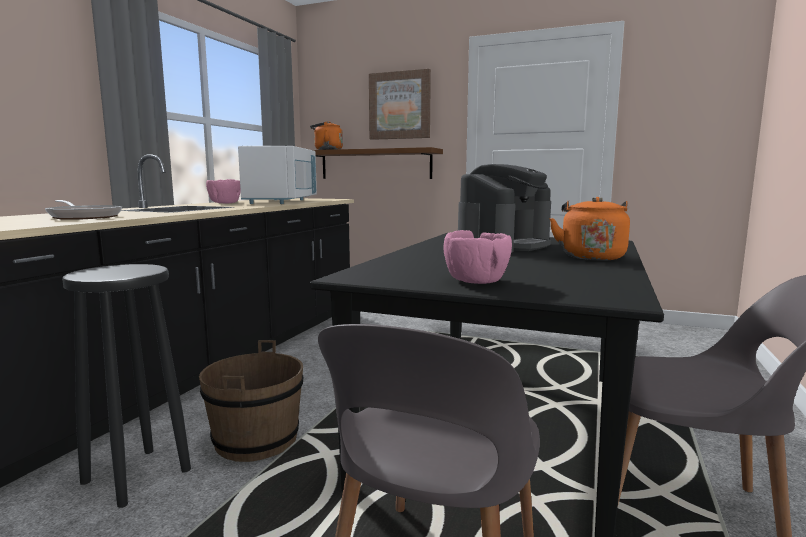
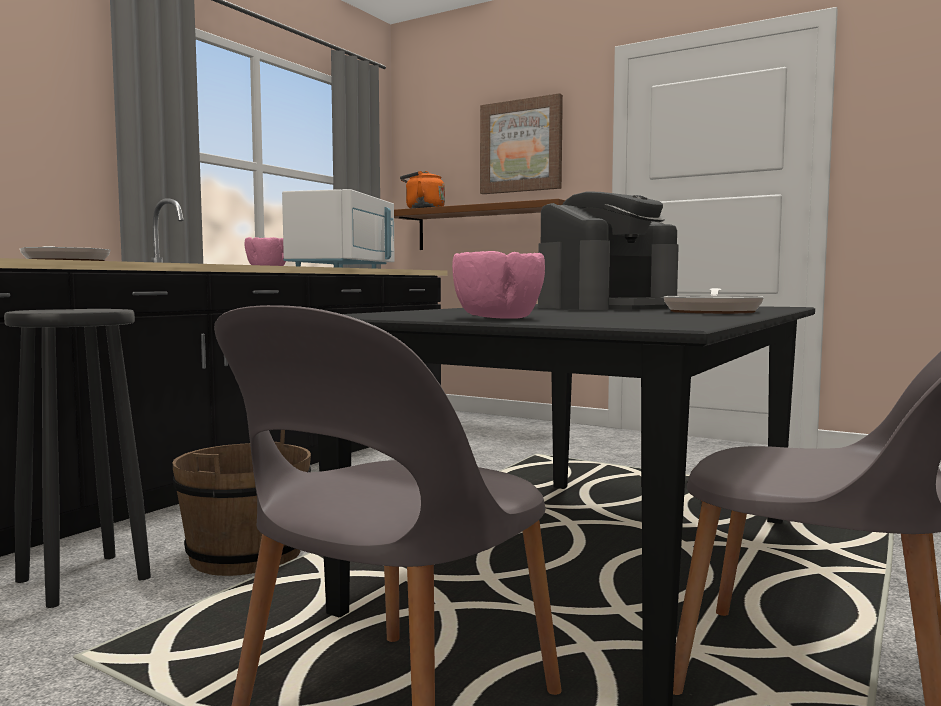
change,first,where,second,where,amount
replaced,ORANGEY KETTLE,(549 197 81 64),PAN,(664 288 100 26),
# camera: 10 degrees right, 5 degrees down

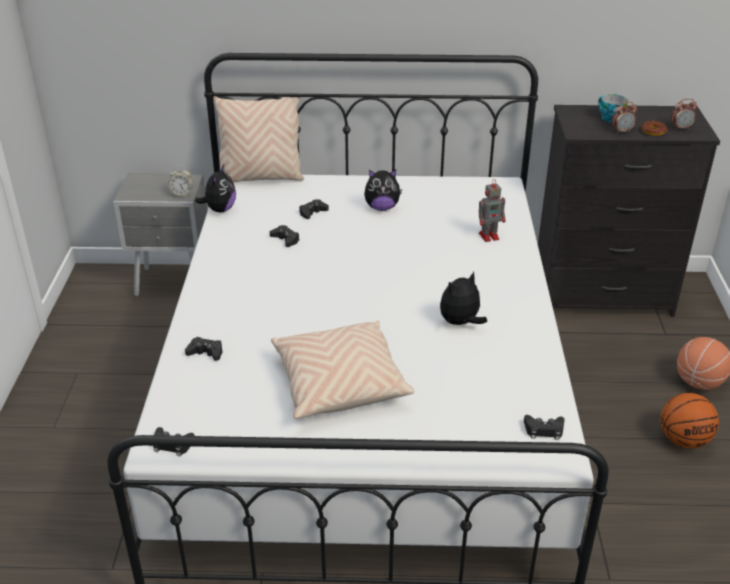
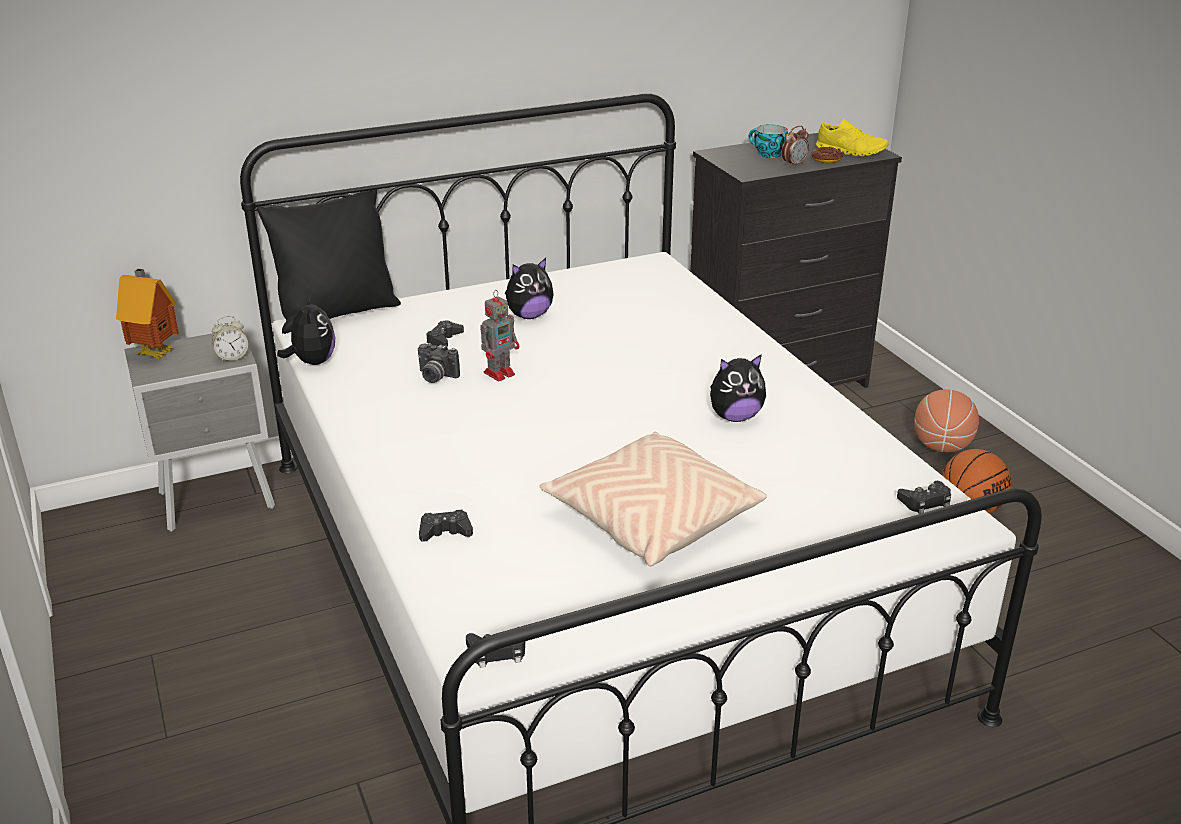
change,first,where,second,where,amount
added,,,MODEL HOUSE,(116 269 63 90),
recoloured,BEIGE-COLOURED CUSHION,(213 96 91 87),BLACKISH CUSHION,(257 189 144 145),
replaced,BLACKISH GAMEPAD,(270 225 30 22),STILL CAMERA,(418 343 42 40),
moved,MODEL ROBOT,(479 179 27 63),,(480 290 39 91),
turned,PLUSH TOY,(440 272 47 53),,(710 354 56 68),135 degrees counterclockwise
replaced,TABLE CLOCK,(671 99 27 31),YELLOW ITEM OF FOOTWEAR,(816 119 73 38),
# camera: 25 degrees left, 5 degrees down

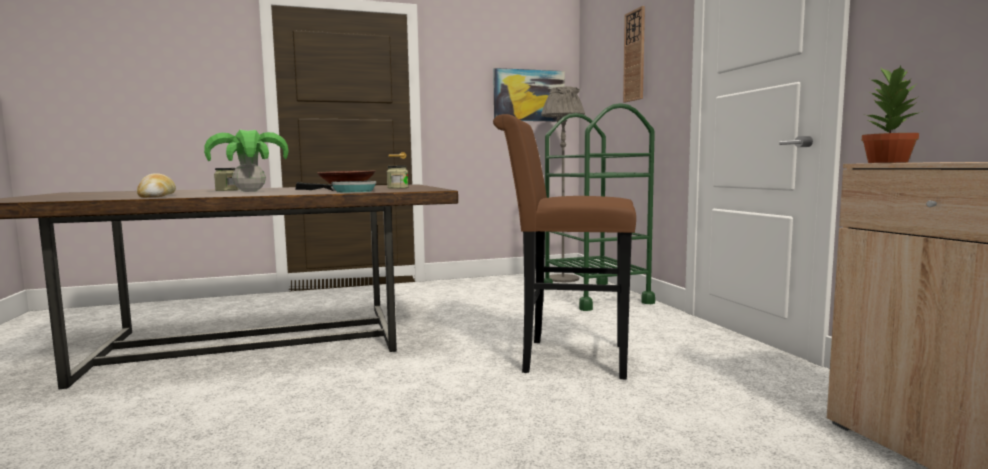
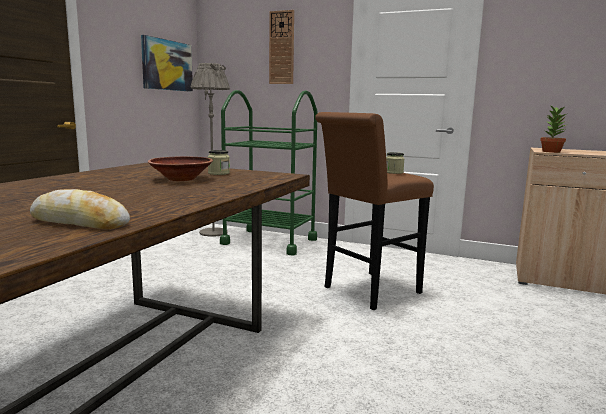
change,first,where,second,where,amount
moved,STORAGE JAR,(214 168 24 23),,(386 152 19 22),
removed,HOUSEPLANT,(204 130 85 62),,,
removed,PAN,(296 181 80 11),,,
# camera: 50 degrees left, 5 degrees up

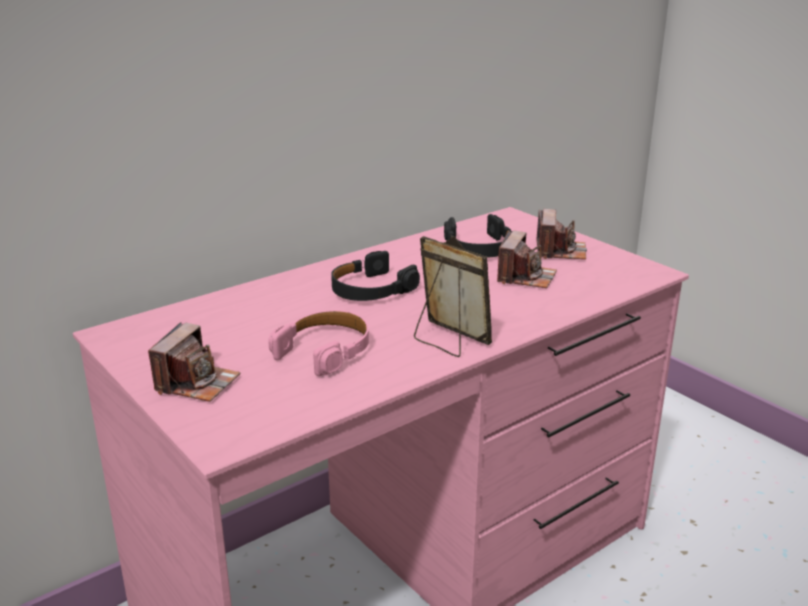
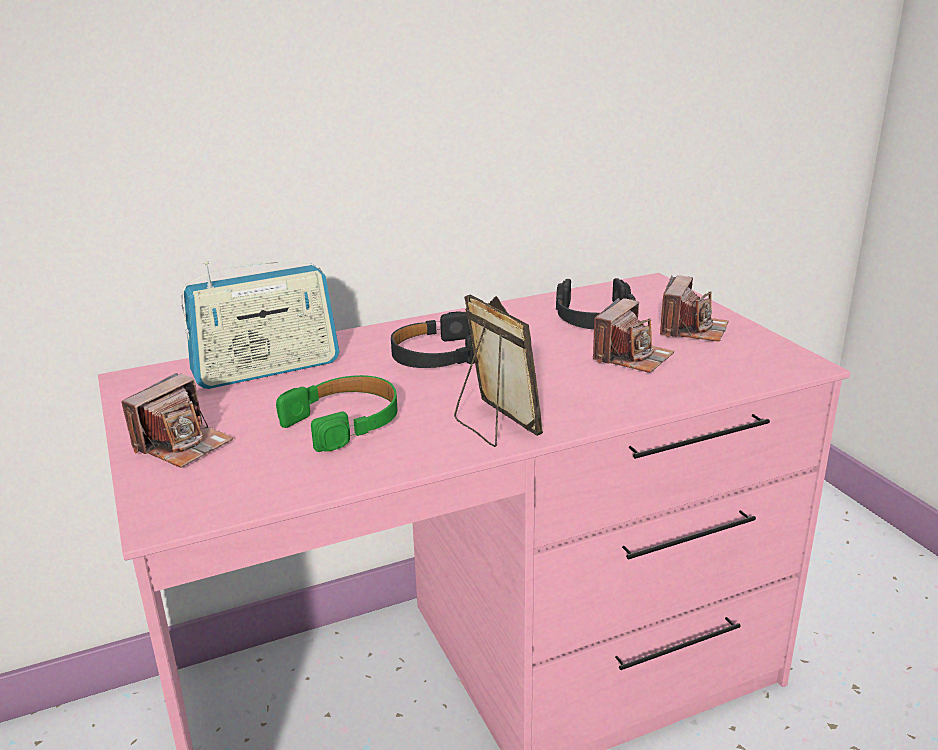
change,first,where,second,where,amount
added,,,RADIO SET,(181 261 159 128),
recoloured,PINKISH HEADSET,(268 310 101 66),GREEN-COLOURED HEADSET,(276 375 122 77),
# camera: 15 degrees right, 0 degrees up

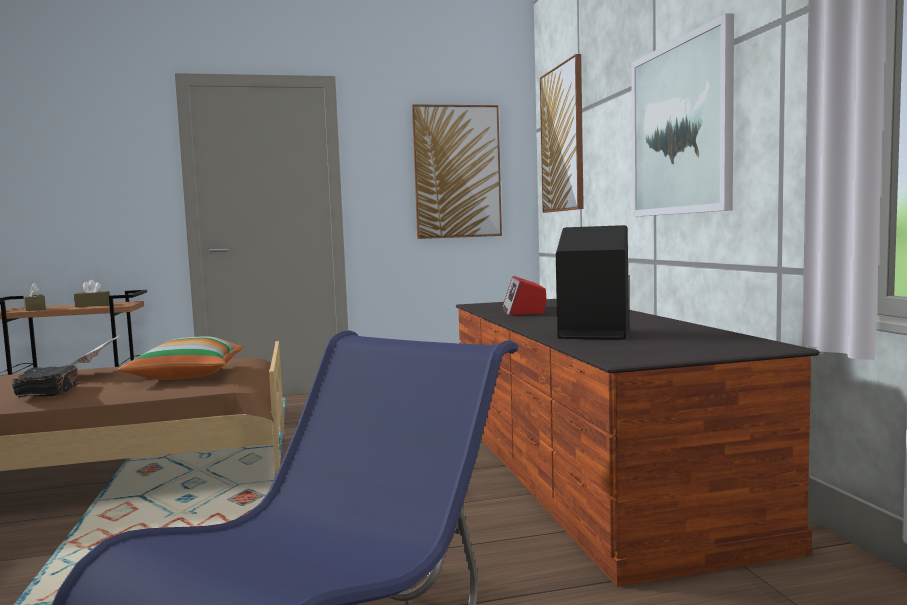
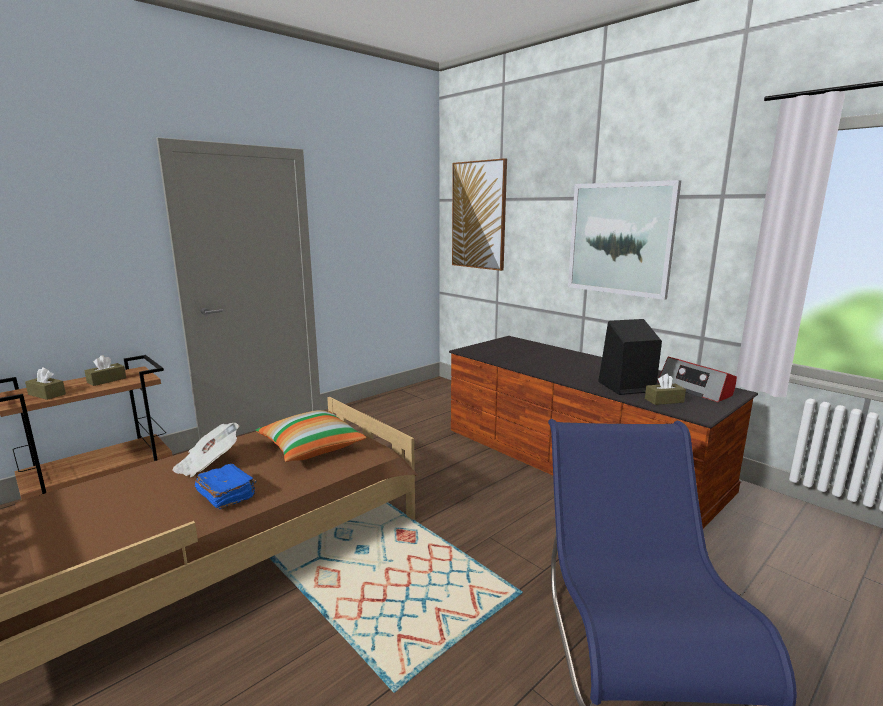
change,first,where,second,where,amount
recoloured,BLACKISH VOLUME,(12 365 67 33),BLUE-COLOURED VOLUME,(195 464 61 45),
added,,,BROWN-COLOURED BOX OF TISSUES,(645 374 41 31),
moved,RADIO SET,(502 276 44 39),,(657 357 80 45),
removed,PICTURE,(412 104 90 135),,,
# camera: 30 degrees left, 10 degrees up

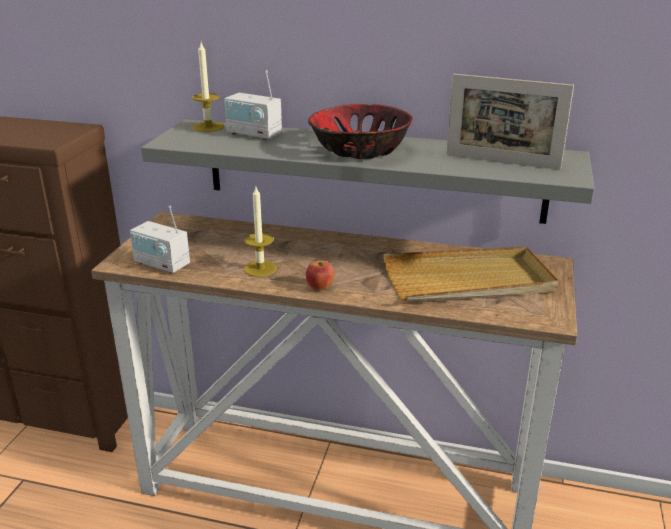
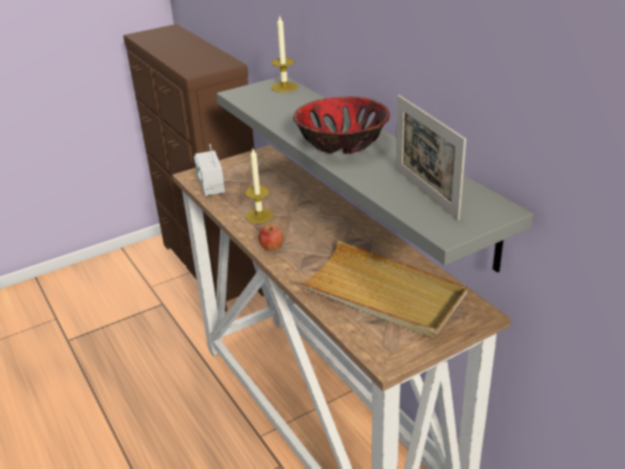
change,first,where,second,where,amount
removed,RADIO SET,(224 70 58 70),,,
# camera: 45 degrees right, 5 degrees up

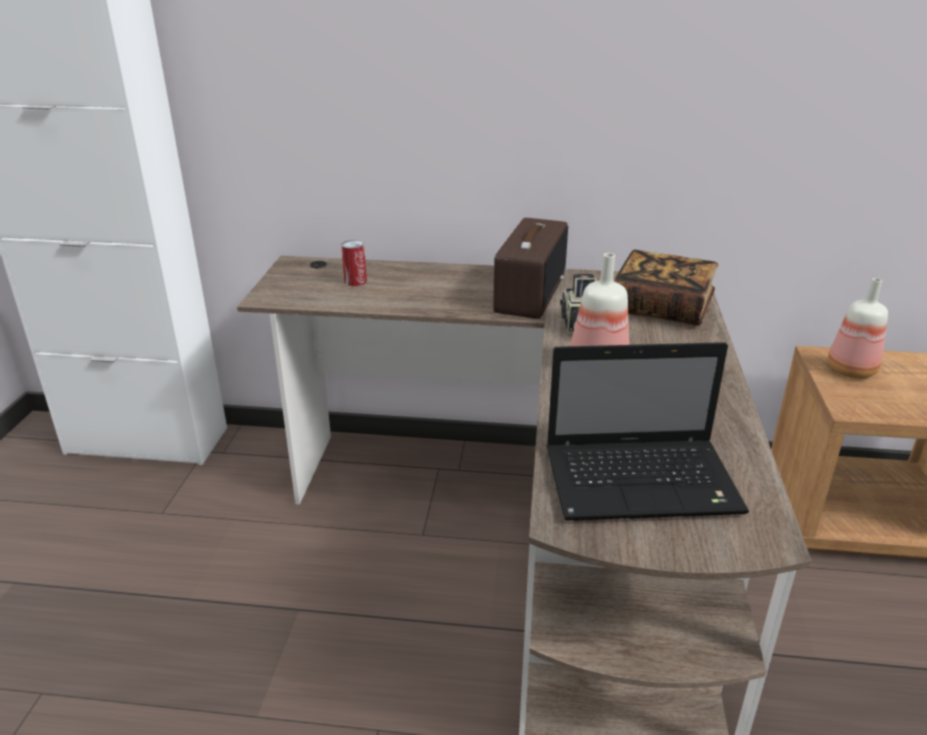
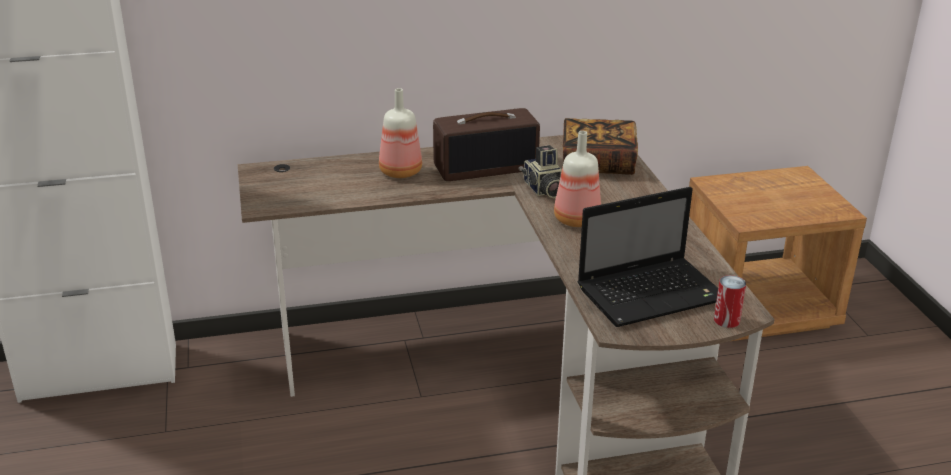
change,first,where,second,where,amount
moved,BEVERAGE BOTTLE,(827 278 61 100),,(379 88 43 90),
turned,RADIO SET,(493 218 75 101),,(433 108 107 73),75 degrees clockwise
moved,SEALED CAN,(341 240 26 46),,(714 275 32 53),
# camera: 20 degrees left, 0 degrees up

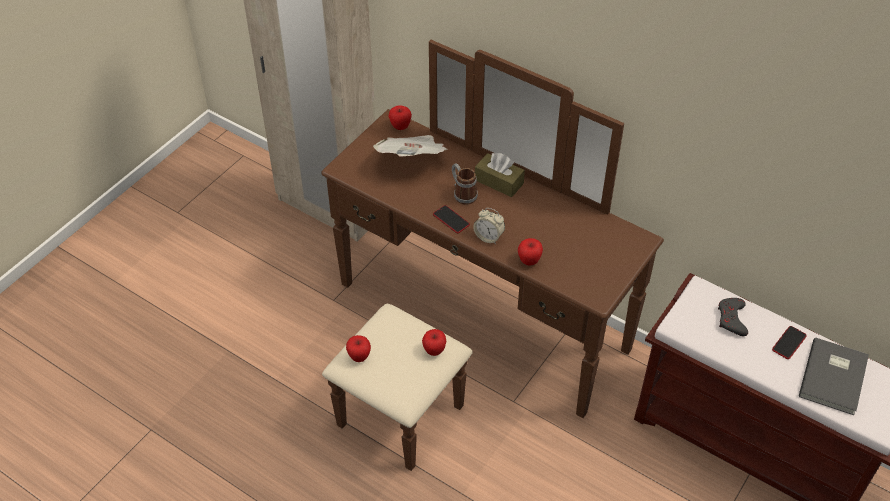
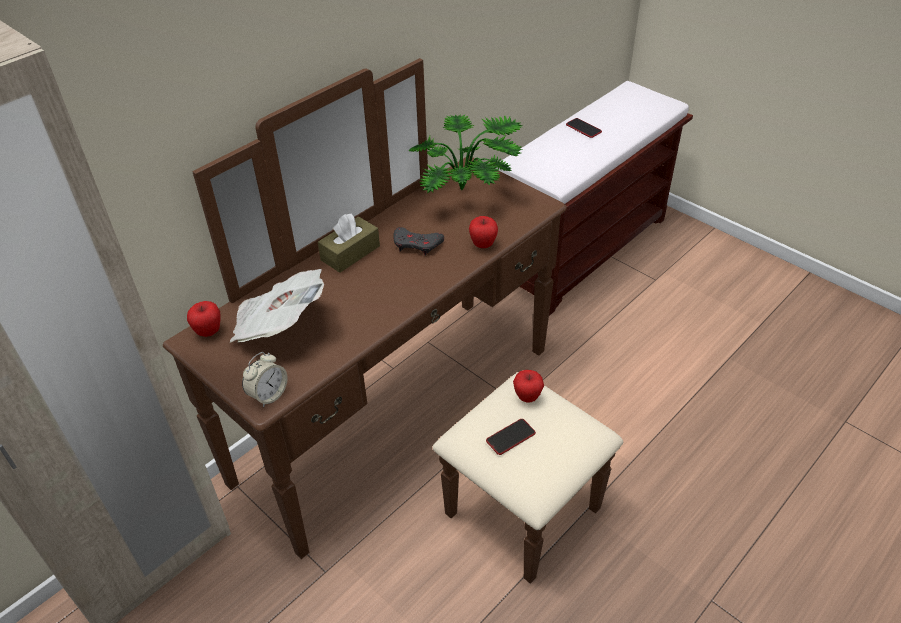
change,first,where,second,where,amount
moved,TABLE CLOCK,(473 208 32 36),,(242 352 46 56),
moved,GREY GAMEPAD,(718 298 30 38),,(393 227 51 29),
added,,,HOUSEPLANT,(409 114 114 79),
moved,TELEPHONE,(433 205 37 28),,(486 419 50 36),
removed,APPLE,(346 335 25 27),,,
removed,COFFEE MUG,(452 163 26 42),,,
removed,GREY VOLUME,(799 337 70 78),,,
# camera: 80 degrees left, 5 degrees down

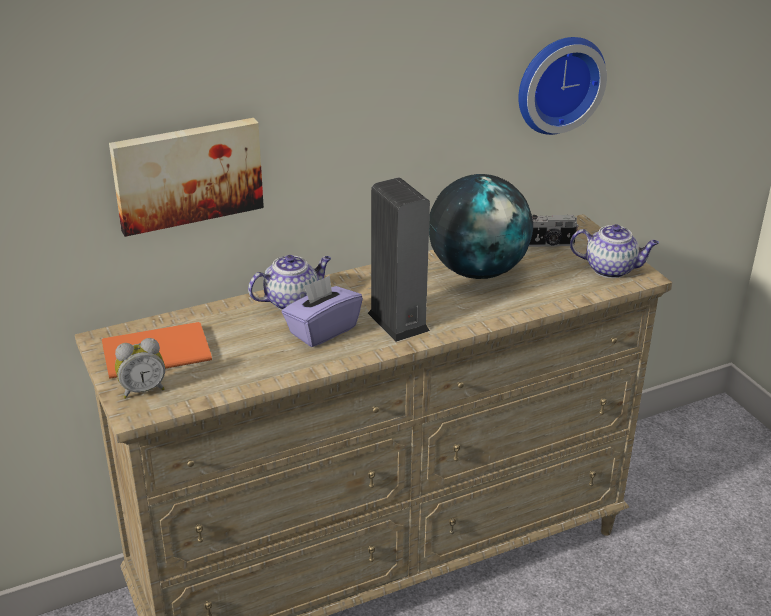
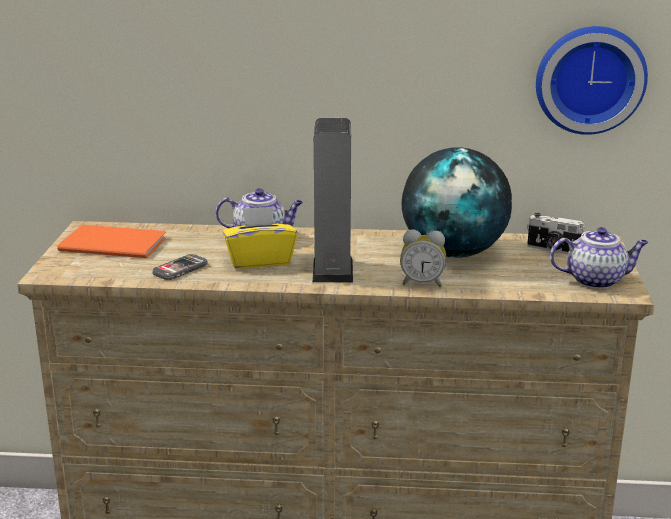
change,first,where,second,where,amount
added,,,TELEPHONE,(152 254 56 26),
recoloured,PURPLE BOX OF TISSUES,(282 275 81 72),YELLOW BOX OF TISSUES,(223 206 74 63),
moved,TABLE CLOCK,(115 338 50 61),,(400 229 46 58),
turned,TEAPOT,(570 224 89 54),,(550 227 99 62),45 degrees counterclockwise
removed,PICTURE,(109 118 155 119),,,
# camera: 30 degrees right, 10 degrees down

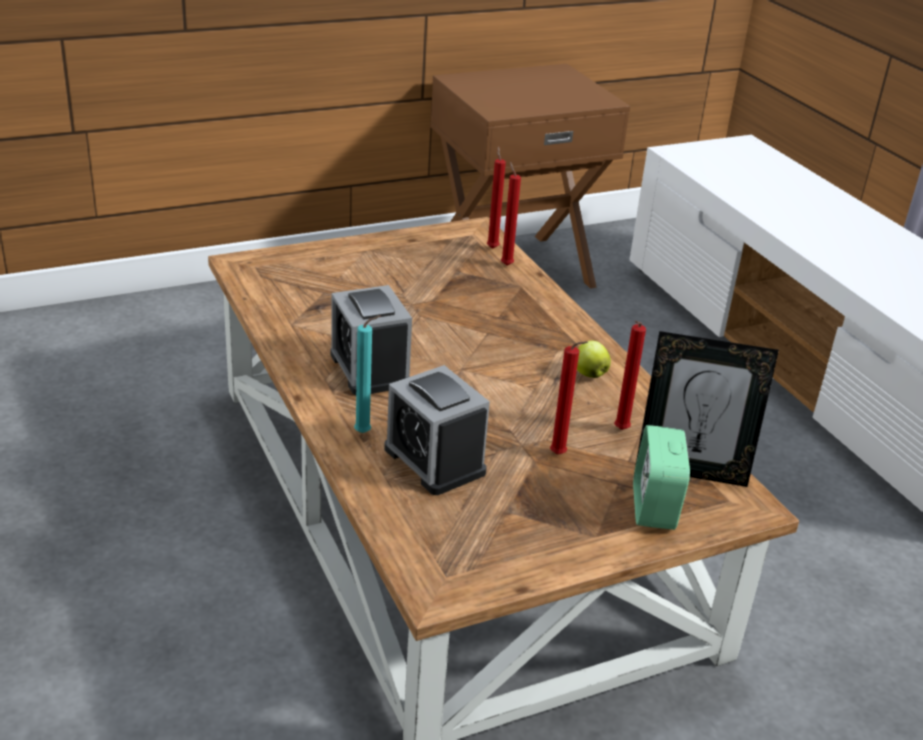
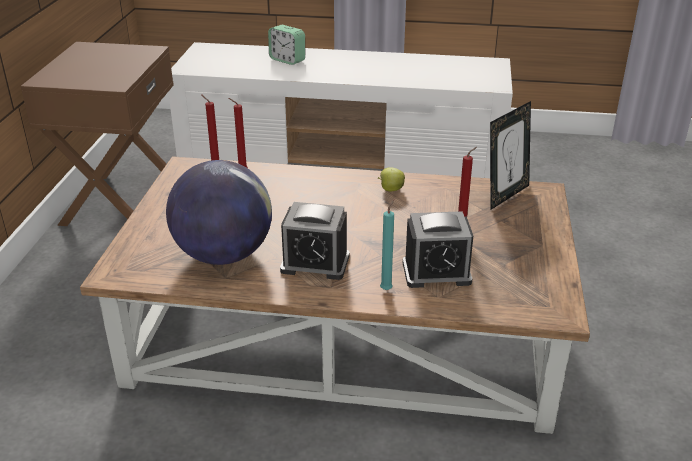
change,first,where,second,where,amount
added,,,GLOBE,(166 160 106 105),
moved,TABLE CLOCK,(633 425 57 105),,(268 25 37 40),
removed,REDDISH WAX CANDLE,(614 321 32 109),,,
# camera: 55 degrees left, 0 degrees up

